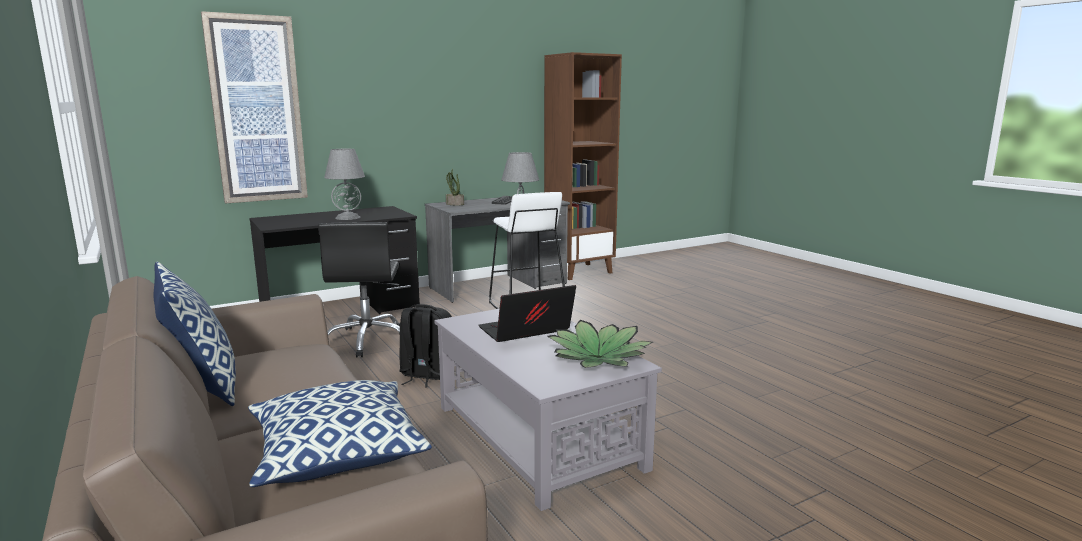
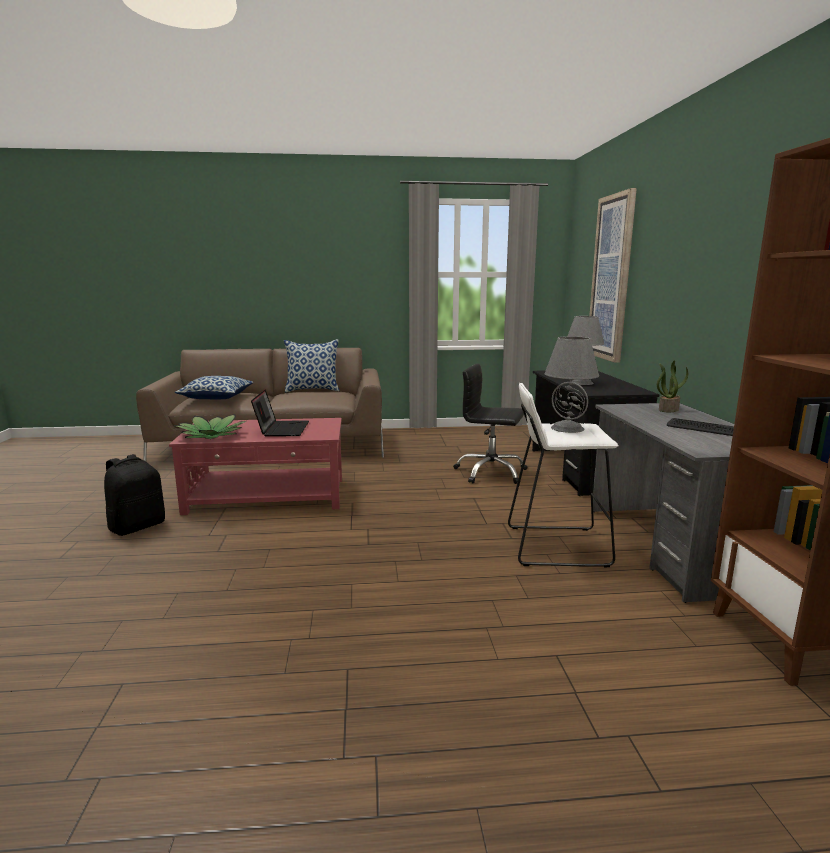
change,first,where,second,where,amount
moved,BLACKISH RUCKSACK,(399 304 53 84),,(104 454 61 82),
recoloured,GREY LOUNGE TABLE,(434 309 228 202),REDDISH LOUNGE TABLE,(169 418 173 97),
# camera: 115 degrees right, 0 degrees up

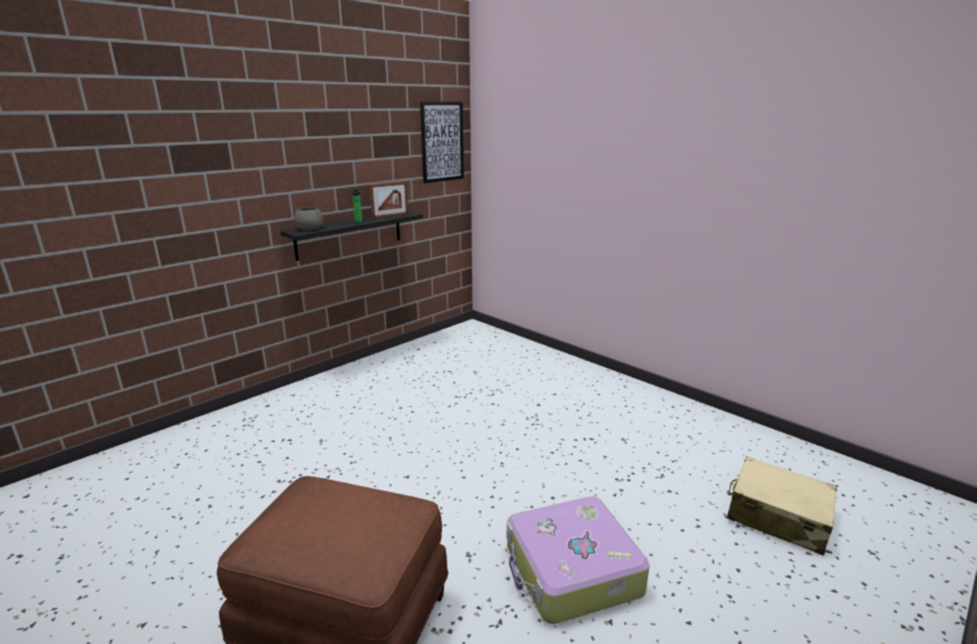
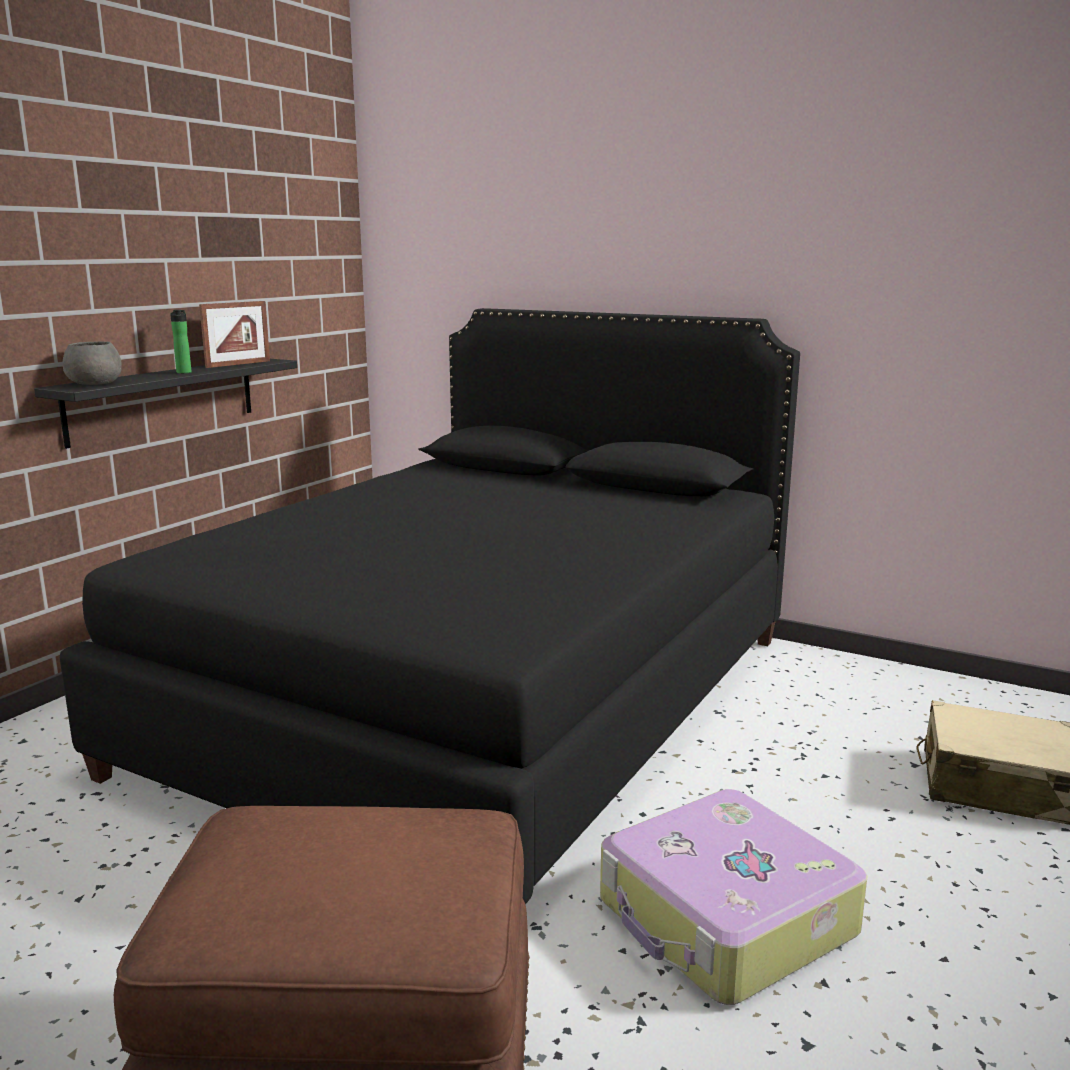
change,first,where,second,where,amount
added,,,BLACKISH SLEEPING BED,(60 308 740 596),
removed,PICTURE,(420 102 44 81),,,
# camera: 15 degrees left, 5 degrees down

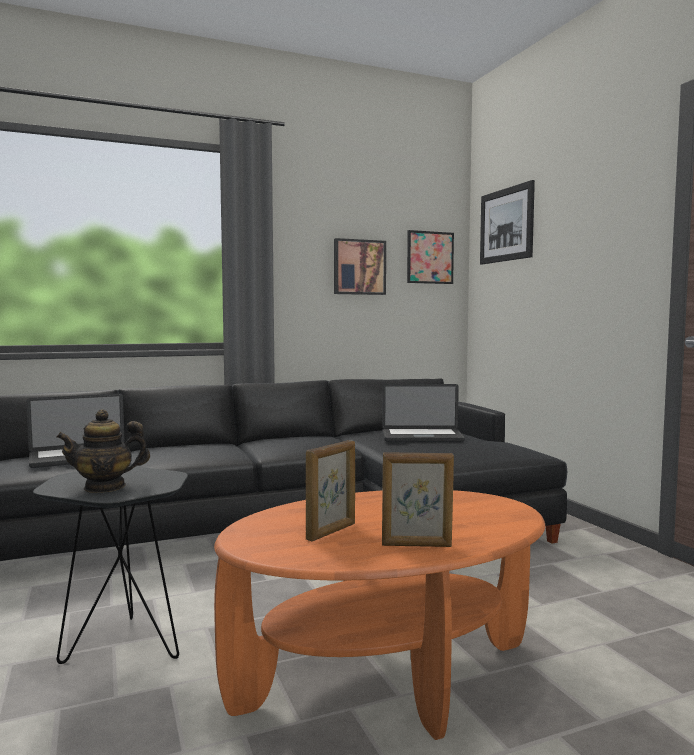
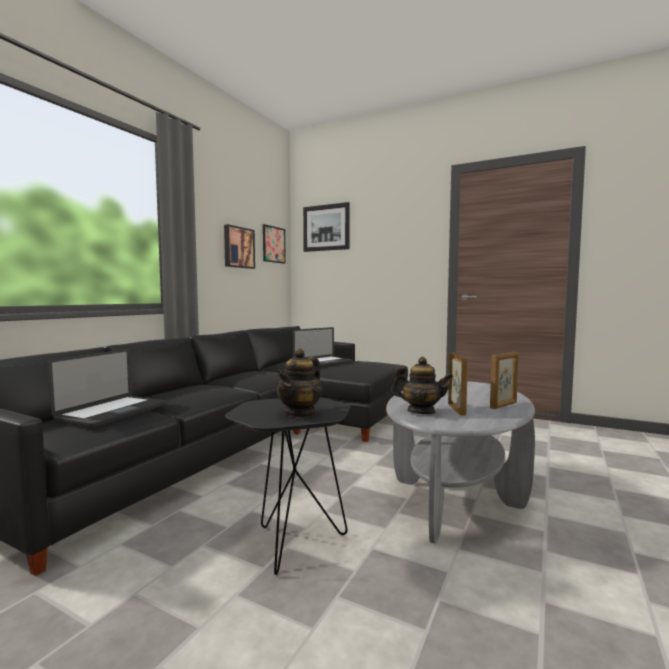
change,first,where,second,where,amount
recoloured,ORANGEY LOUNGE TABLE,(214 490 331 250),GREY LOUNGE TABLE,(386 381 149 163),
added,,,TEAPOT,(391 357 62 57),
# camera: 40 degrees left, 0 degrees up

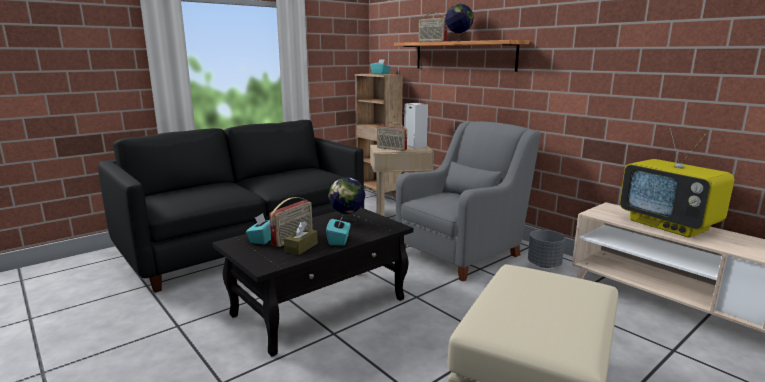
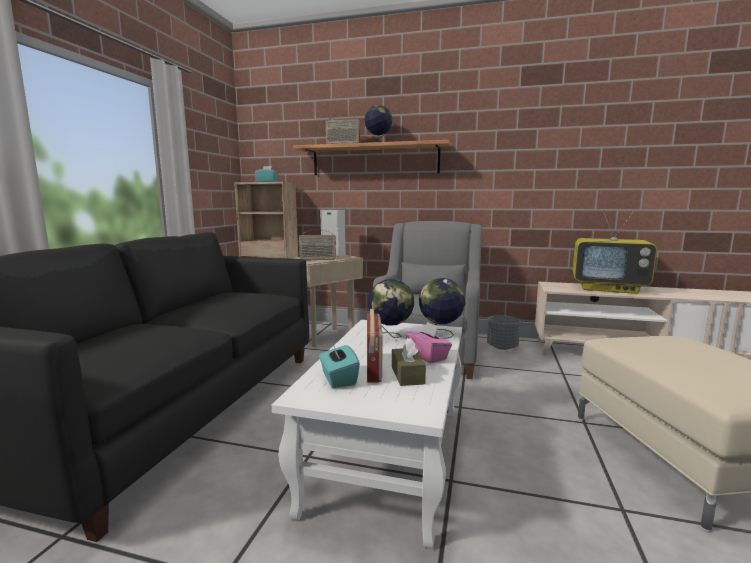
change,first,where,second,where,amount
recoloured,BLACKISH LOUNGE TABLE,(212 207 201 150),WHITE LOUNGE TABLE,(272 320 190 229),
recoloured,TURQUOISE-COLOURED BOX OF TISSUES,(326 216 25 29),PINKISH BOX OF TISSUES,(405 322 47 41),
added,,,GLOBE,(419 278 47 61),
# camera: 35 degrees left, 5 degrees down

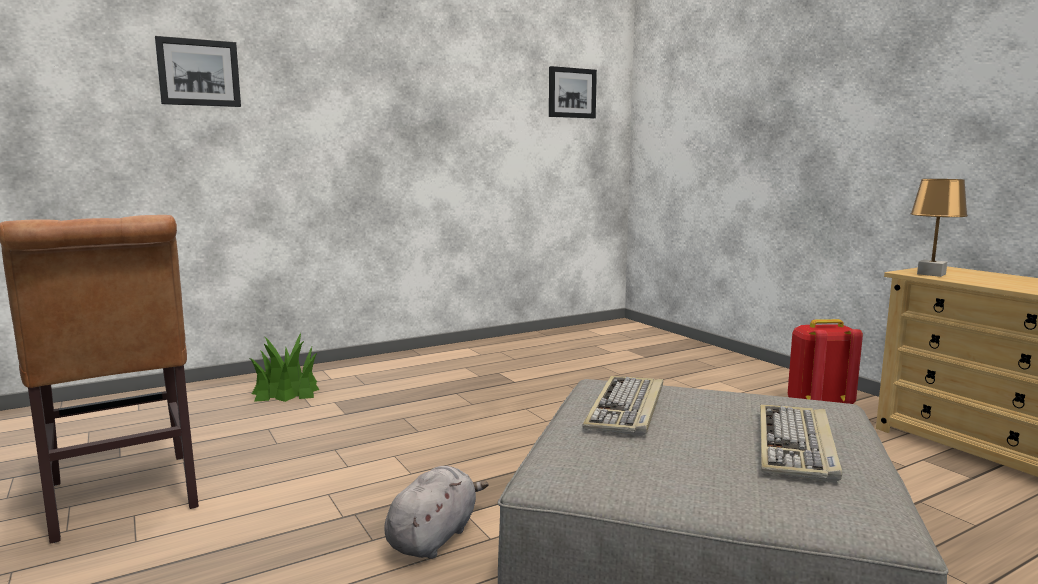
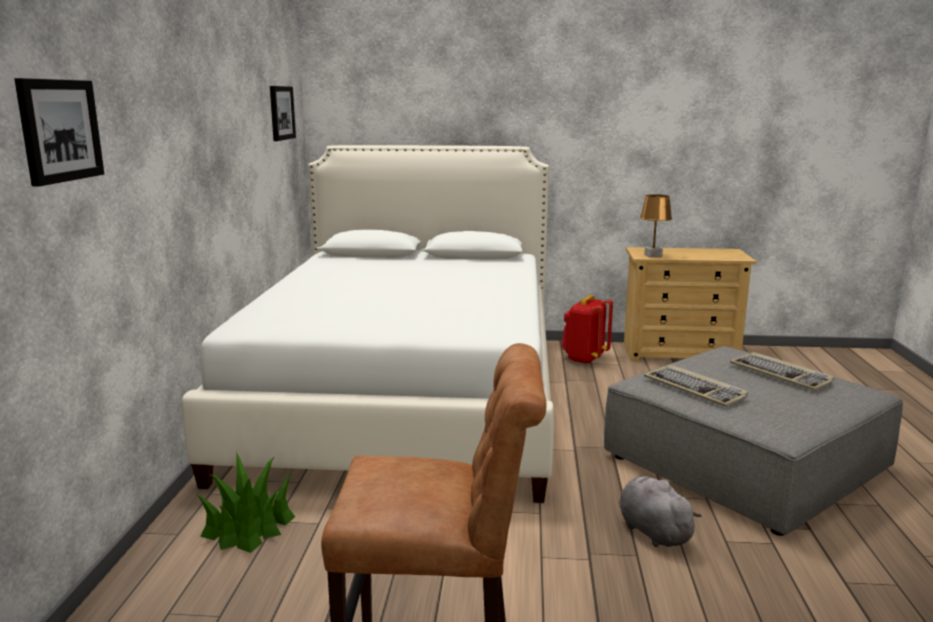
change,first,where,second,where,amount
added,,,WHITE SLEEPING BED,(182 145 372 358),
# camera: 55 degrees left, 5 degrees up

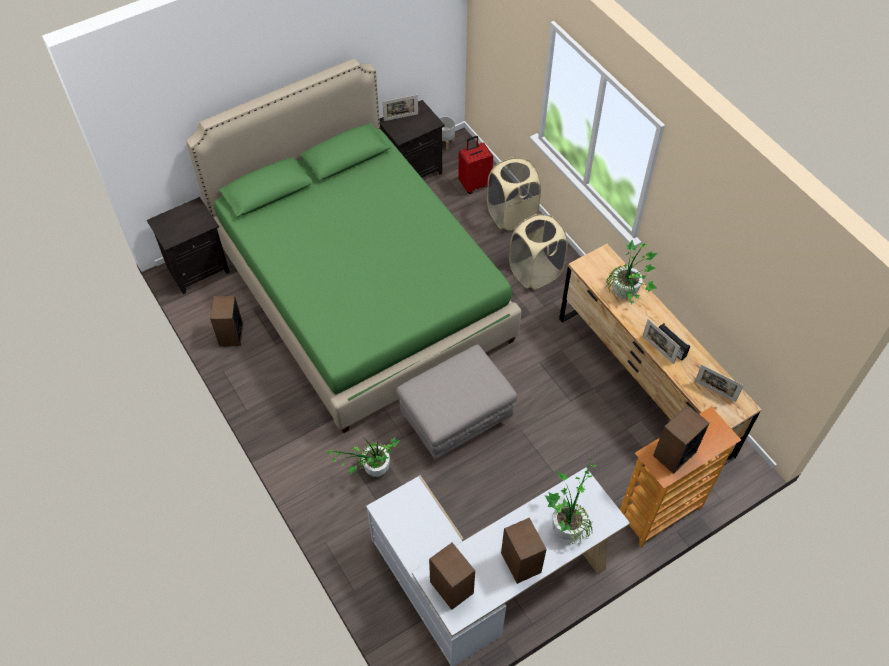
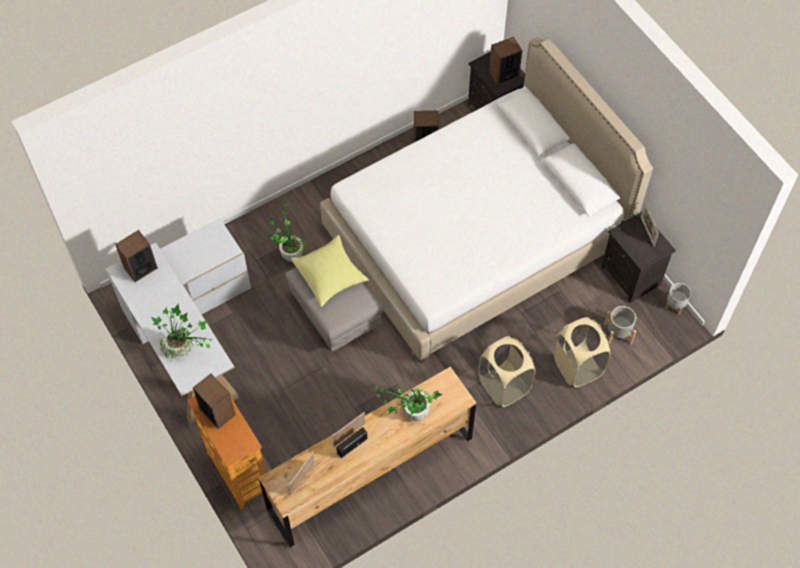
change,first,where,second,where,amount
added,,,YELLOW CUSHION,(291 235 78 72),
recoloured,GREEN-COLOURED SLEEPING BED,(186 58 336 375),WHITE SLEEPING BED,(320 37 333 326),
moved,LOUDSPEAKER,(501 518 46 66),,(489 37 33 49),
replaced,REDDISH TRAVEL CASE,(458 136 35 58),GREY FLOWER POT,(604 306 32 38),
# camera: 90 degrees right, 5 degrees up

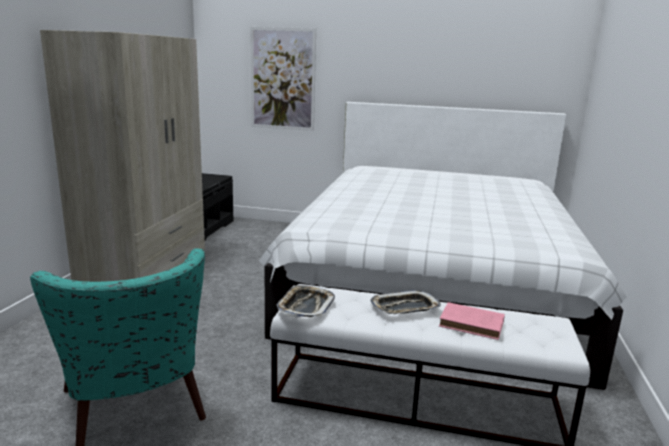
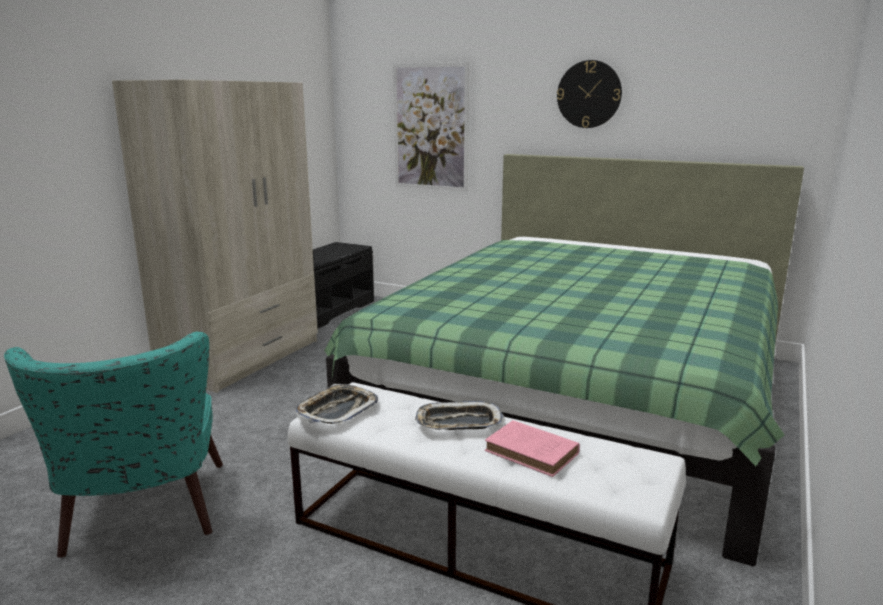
change,first,where,second,where,amount
recoloured,WHITE SLEEPING BED,(259 102 368 288),GREEN-COLOURED SLEEPING BED,(324 154 480 412),
added,,,HANGING CLOCK,(557 60 65 68),
# camera: 15 degrees right, 0 degrees up

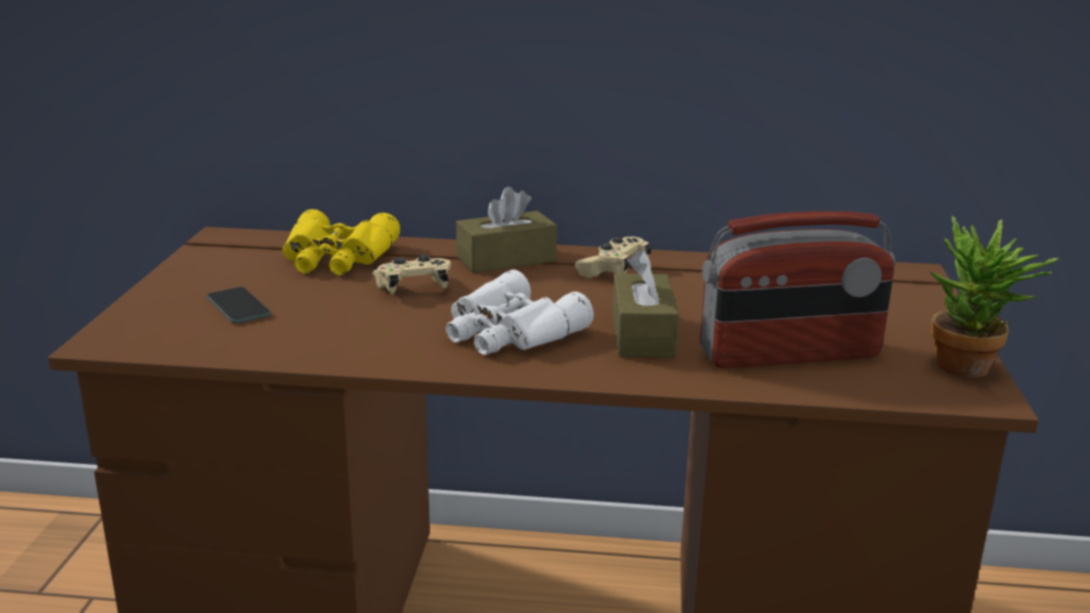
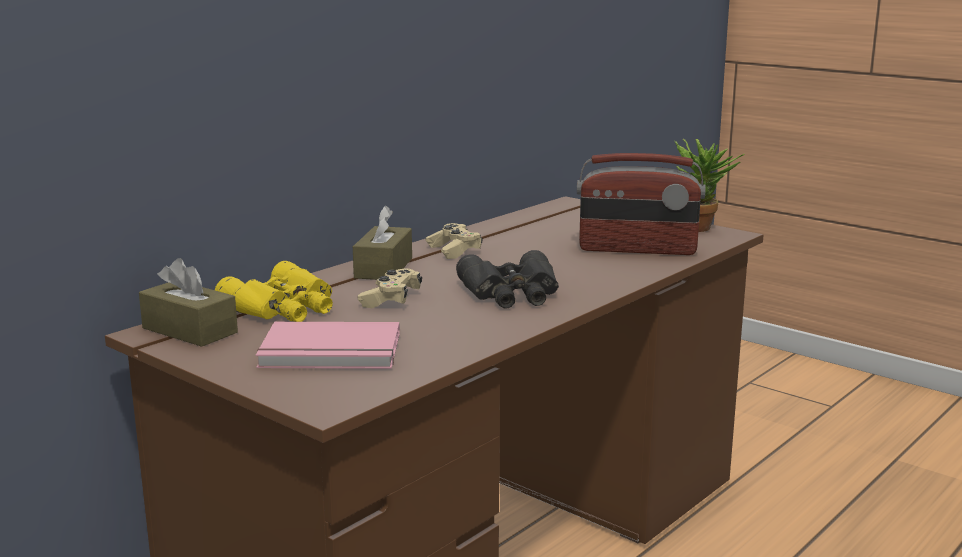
change,first,where,second,where,amount
moved,BROWN-COLOURED BOX OF TISSUES,(612 250 67 108),,(139 258 99 89),
replaced,TELEPHONE,(207 287 64 37),PINKISH VOLUME,(256 322 144 47),
recoloured,WHITE PAIR OF BINOCULARS,(446 269 148 86),BLACKISH PAIR OF BINOCULARS,(456 250 103 59),
turned,RADIO SET,(700 211 195 157),,(577 153 129 102),75 degrees clockwise
# camera: 55 degrees left, 5 degrees down

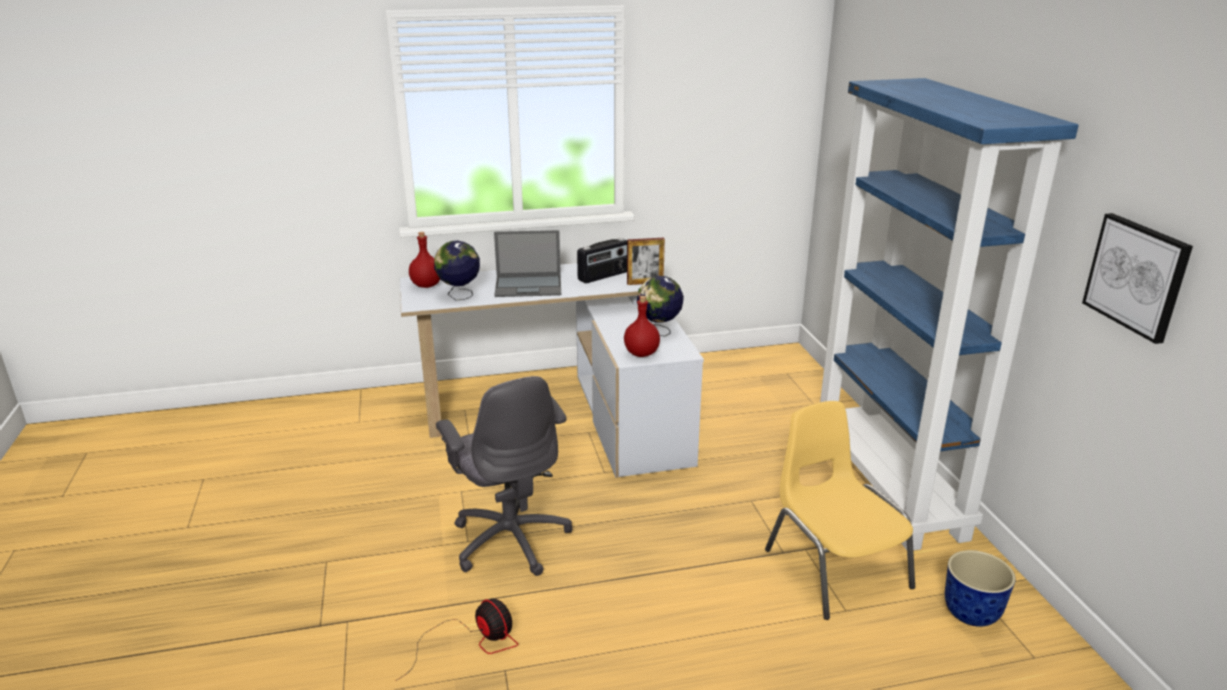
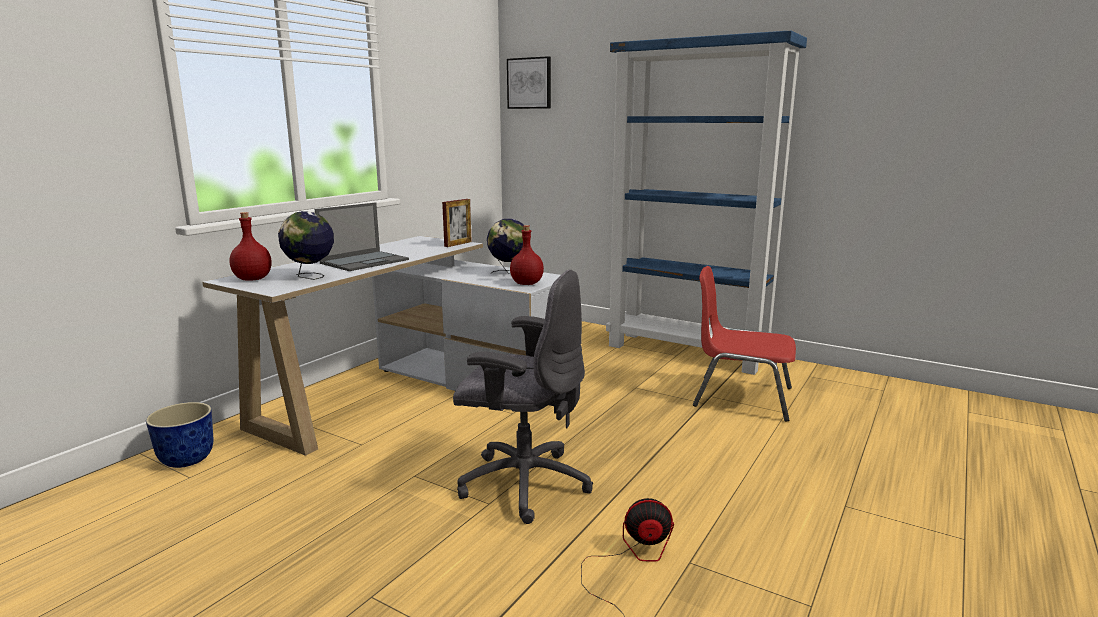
change,first,where,second,where,amount
moved,FLOWER POT,(945 550 71 77),,(146 402 68 66),
moved,PICTURE,(1082 213 111 131),,(507 56 44 53),
recoloured,YELLOW PLAIN CHAIR,(765 401 150 219),REDDISH PLAIN CHAIR,(693 266 103 156),
removed,RADIO SET,(577 238 50 45),,,
# camera: 45 degrees left, 10 degrees down

